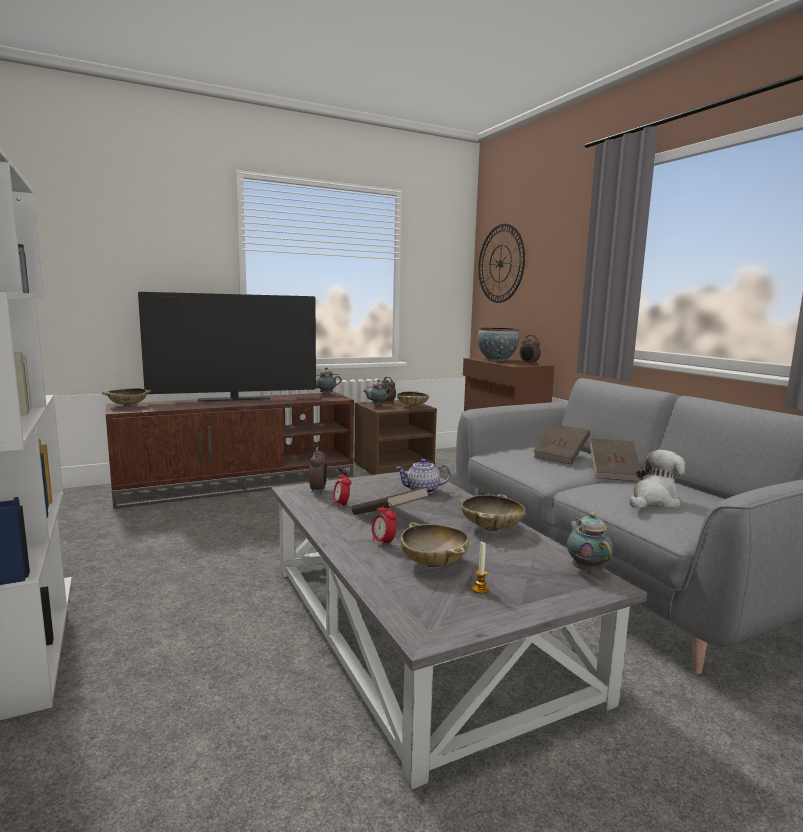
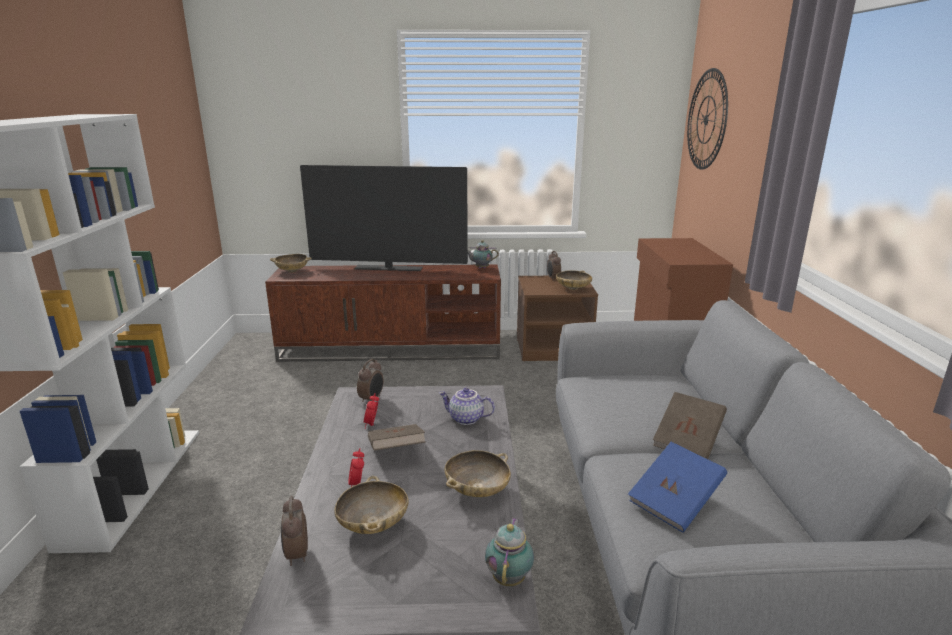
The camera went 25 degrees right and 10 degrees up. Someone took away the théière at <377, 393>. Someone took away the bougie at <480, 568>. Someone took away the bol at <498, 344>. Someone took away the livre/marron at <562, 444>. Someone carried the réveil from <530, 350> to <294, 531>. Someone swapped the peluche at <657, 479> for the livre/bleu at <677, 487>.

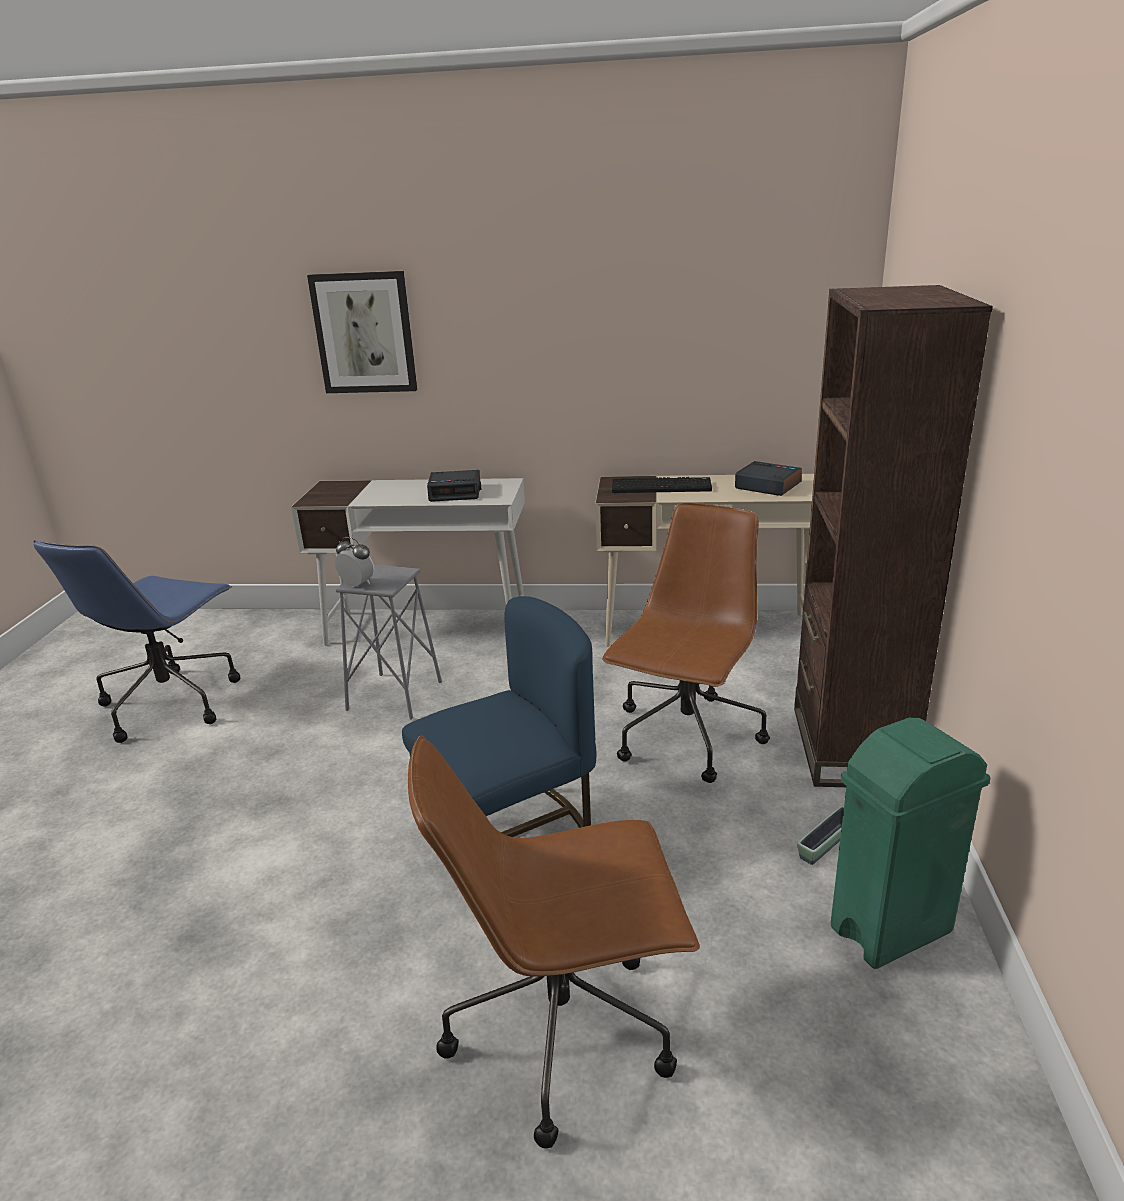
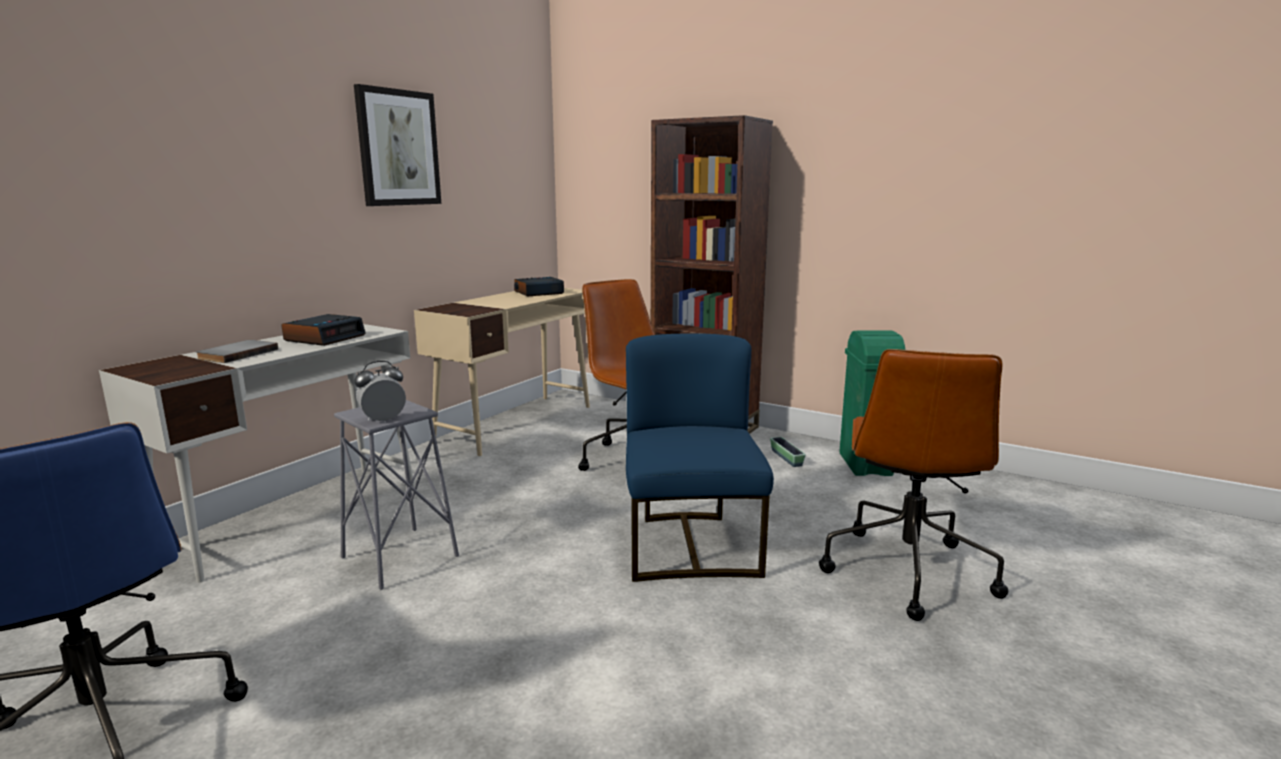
The camera went 65 degrees left and 10 degrees down. Someone took away the clavier at <662, 485>. Someone put down the livre/gris at <237, 351>. Someone carried the tableau from <362, 332> to <397, 145>.

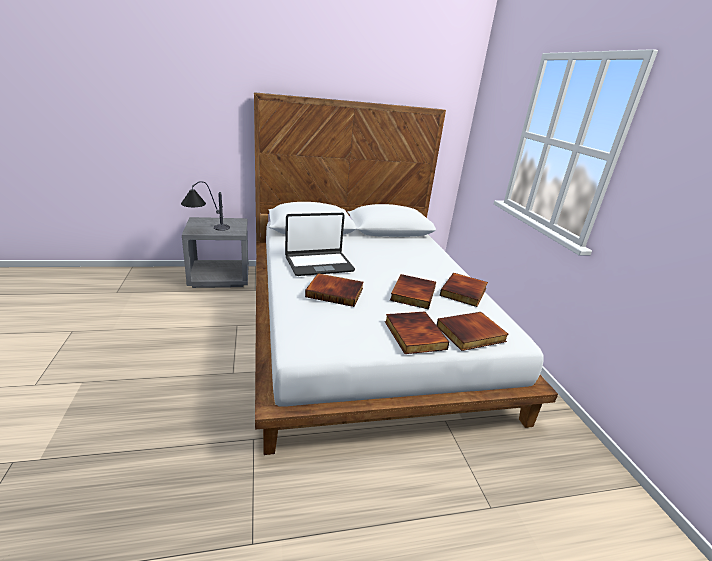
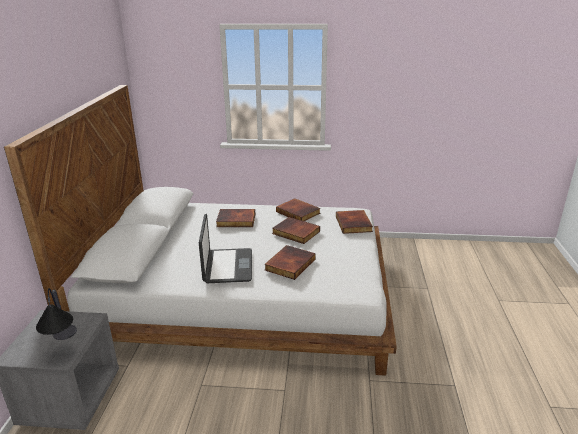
The camera went 70 degrees left and 0 degrees up. Someone carried the livre from <417, 333> to <235, 218>.

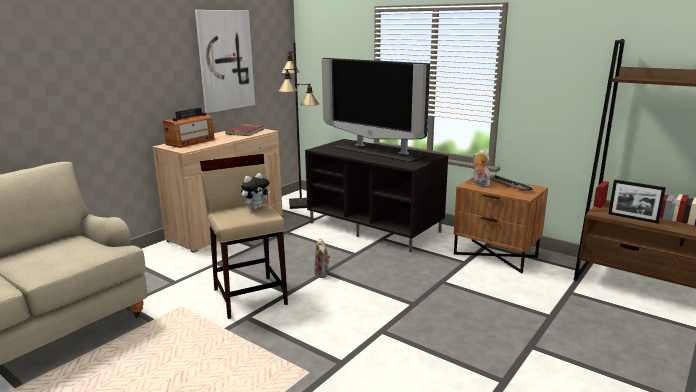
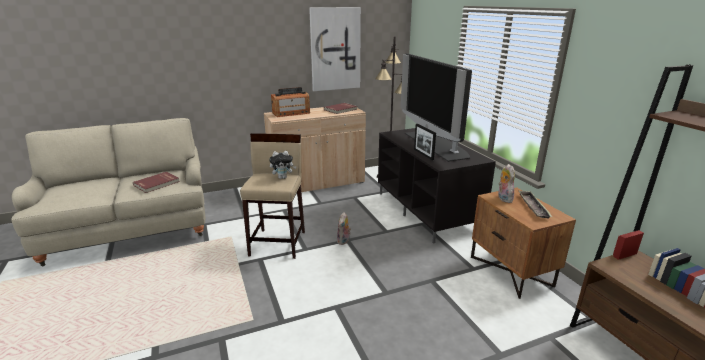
The camera went 30 degrees right and 5 degrees up. Someone put down the livre/rouge at <156, 182>. Someone carried the cadre photo from <637, 201> to <425, 142>.

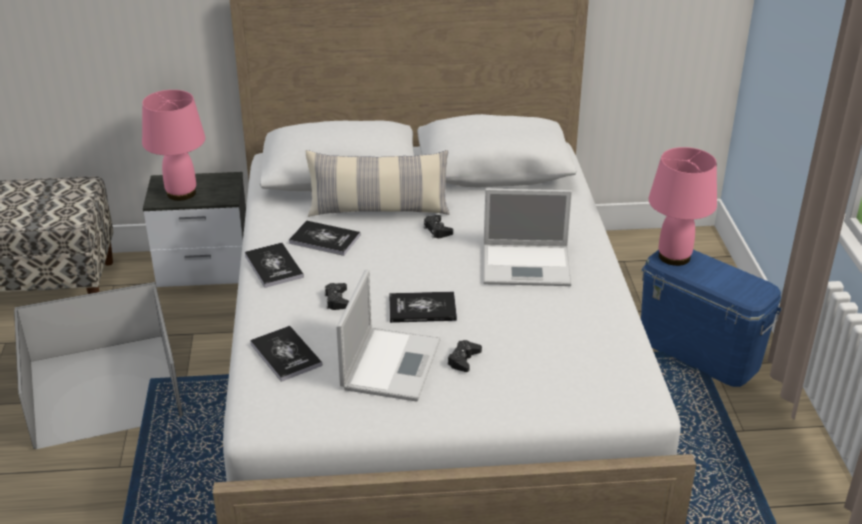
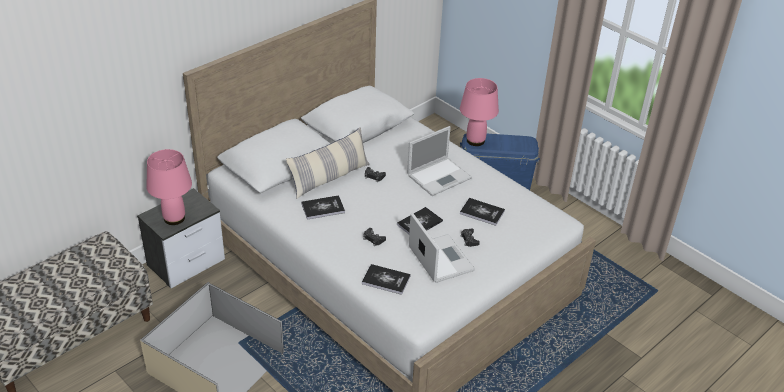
The camera went 40 degrees left and 5 degrees up. Someone carried the livre from <274, 265> to <482, 212>.

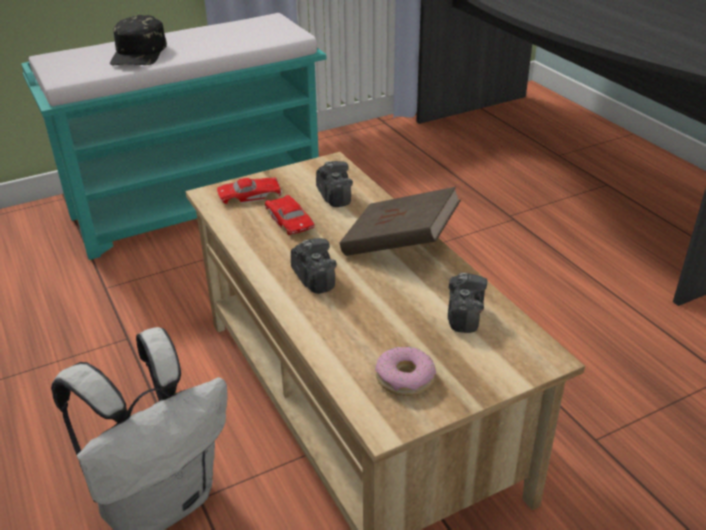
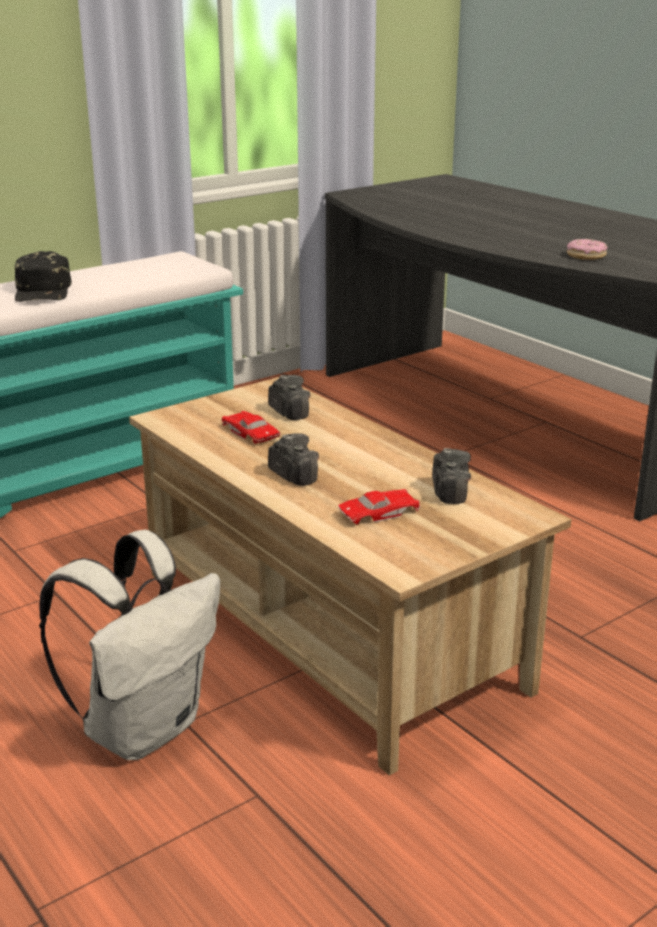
The camera went 10 degrees left and 10 degrees down. Someone took away the livre/marron at <400, 221>. Someone carried the petite voiture/rouge from <249, 191> to <379, 506>. Someone carried the beignet from <405, 371> to <587, 249>.

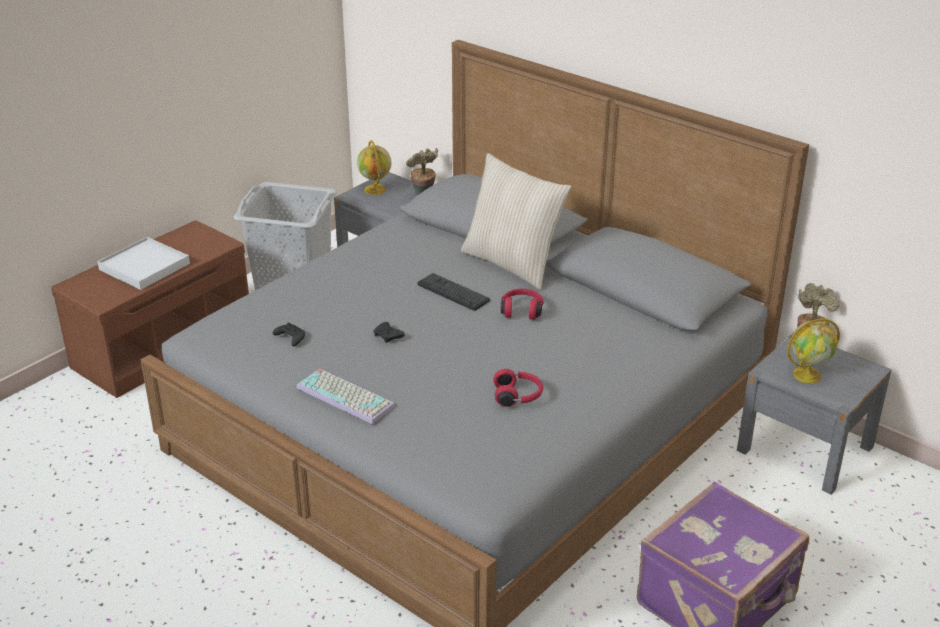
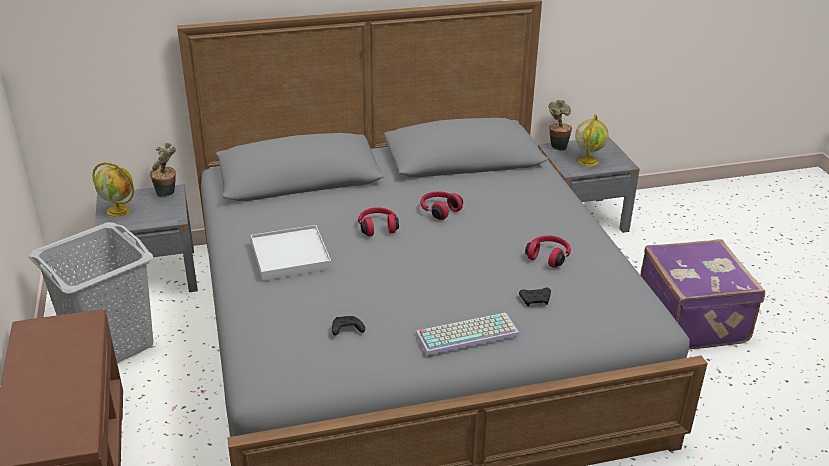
The camera went 55 degrees left and 0 degrees up. Someone took away the coussin/beige at <516, 221>. Someone carried the plateau/blanc from <143, 263> to <291, 253>. Someone carried the manette/noir from <389, 332> to <535, 297>. Someone swapped the clavier at <453, 292> for the casque audio/rouge at <378, 221>.

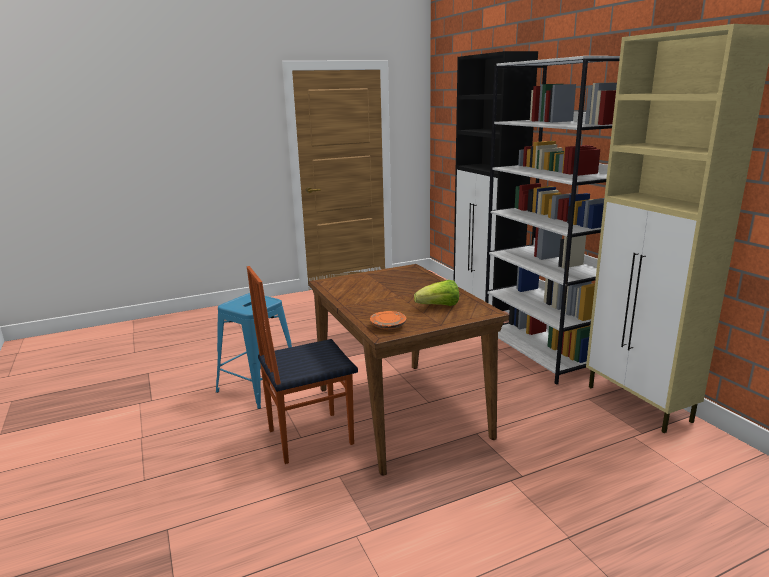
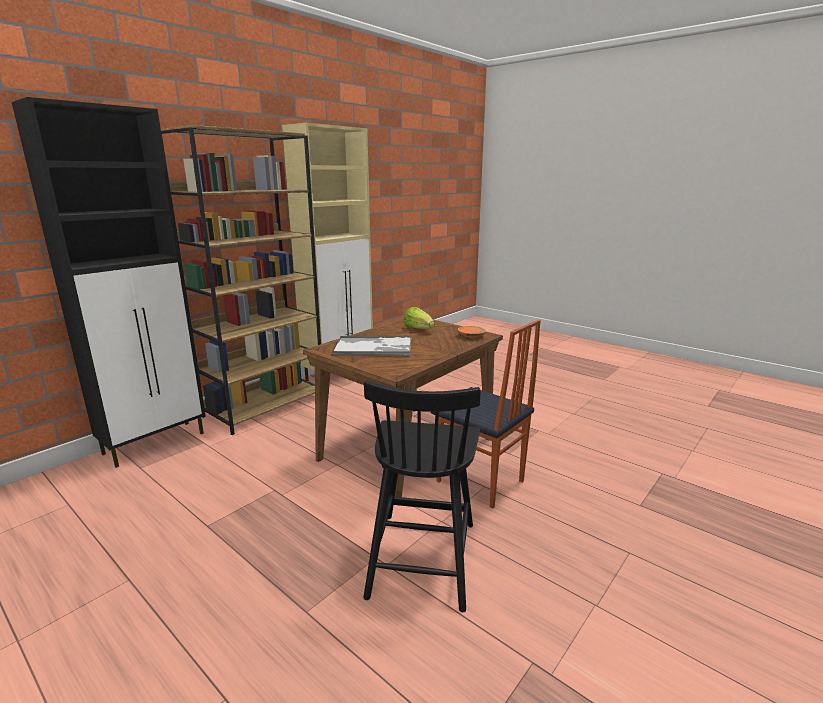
The camera went 115 degrees left and 0 degrees up. Someone put down the plateau at <372, 346>. Someone swapped the tabouret/bleu at <254, 351> for the chaise/noir at <422, 496>. Someone repainted the bibliothèque/blanc at <552, 220>, which became the bibliothèque/marron at <241, 280>.

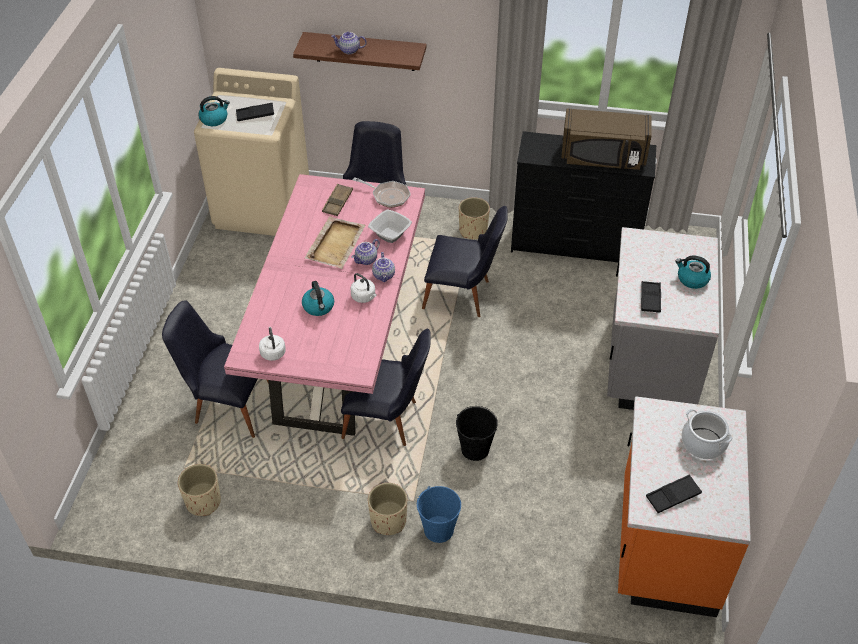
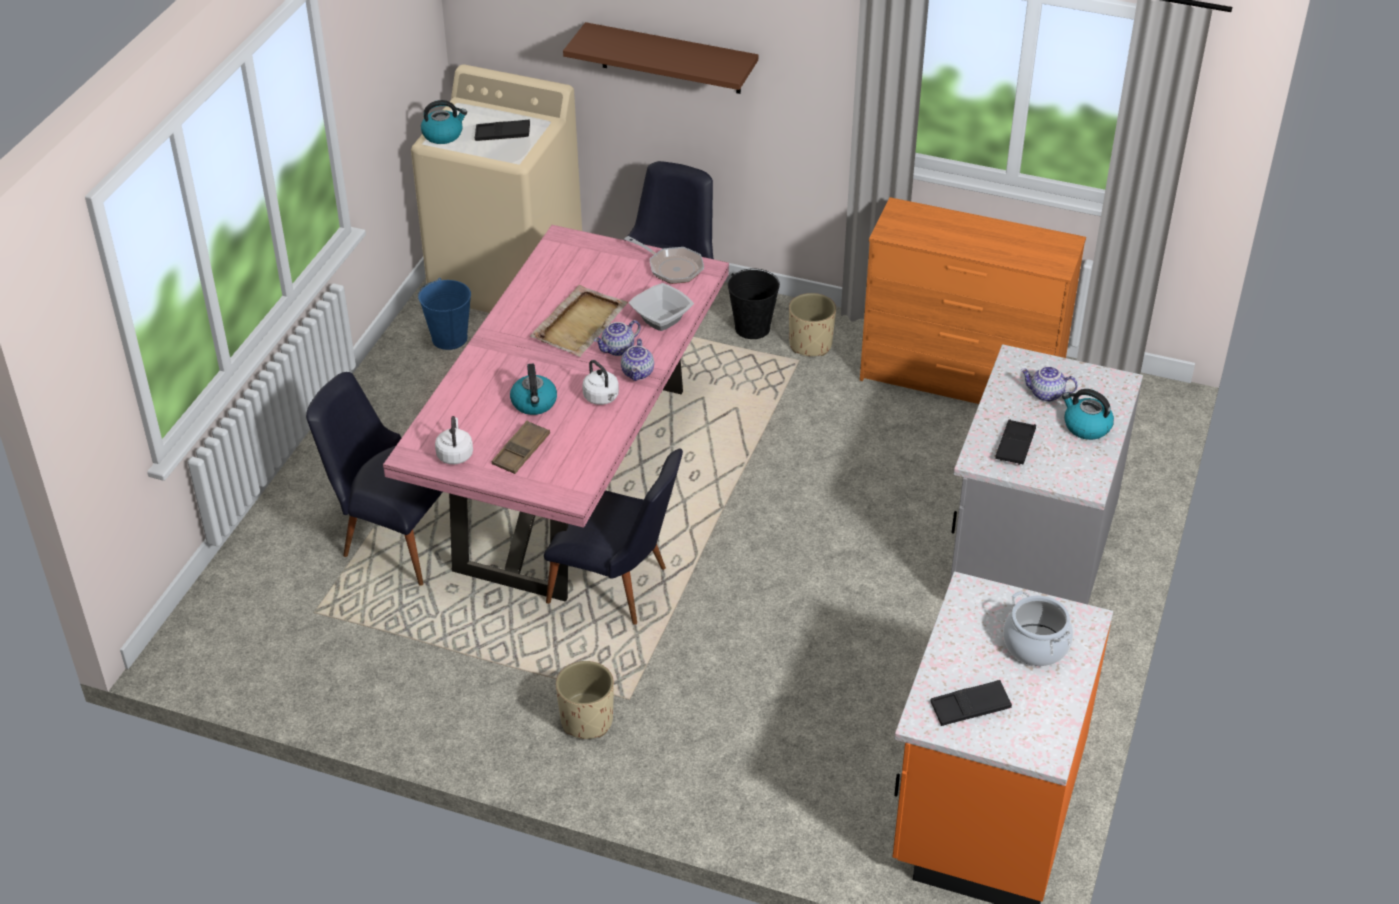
The camera went 10 degrees right and 5 degrees down. Someone took away the cache-pot/beige at <199, 490>. Someone took away the chaise/noir at <465, 261>. Someone took away the micro-ondes/marron at <606, 139>. Someone carried the plateau/marron from <337, 200> to <521, 447>. Someone carried the théière from <349, 43> to <1049, 384>. Someone carried the seau/bleu from <439, 514> to <444, 314>. Someone carried the seau/noir from <477, 433> to <754, 303>. Someone repainted the commode/noir at <583, 197>, which became the commode/orange at <973, 300>.

